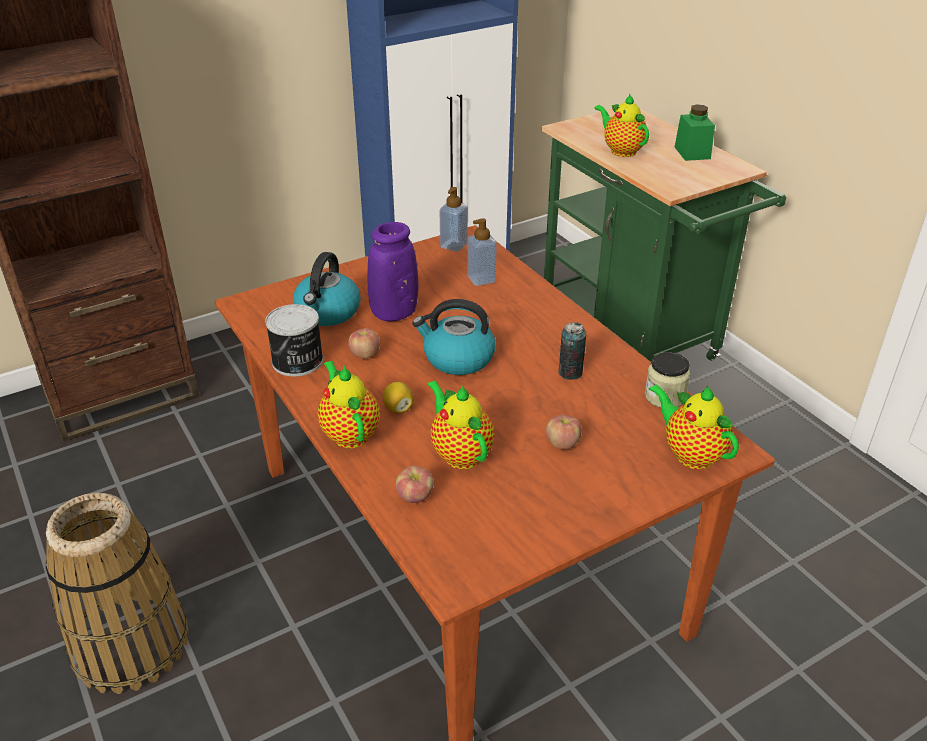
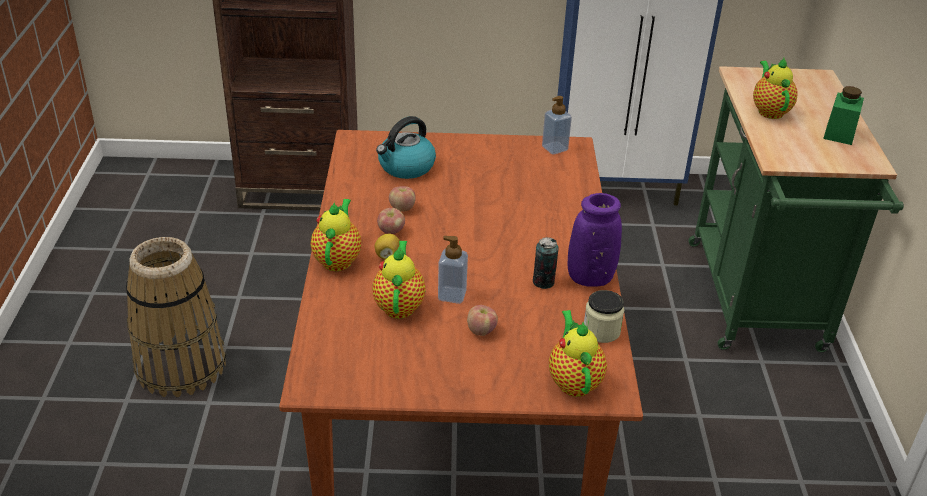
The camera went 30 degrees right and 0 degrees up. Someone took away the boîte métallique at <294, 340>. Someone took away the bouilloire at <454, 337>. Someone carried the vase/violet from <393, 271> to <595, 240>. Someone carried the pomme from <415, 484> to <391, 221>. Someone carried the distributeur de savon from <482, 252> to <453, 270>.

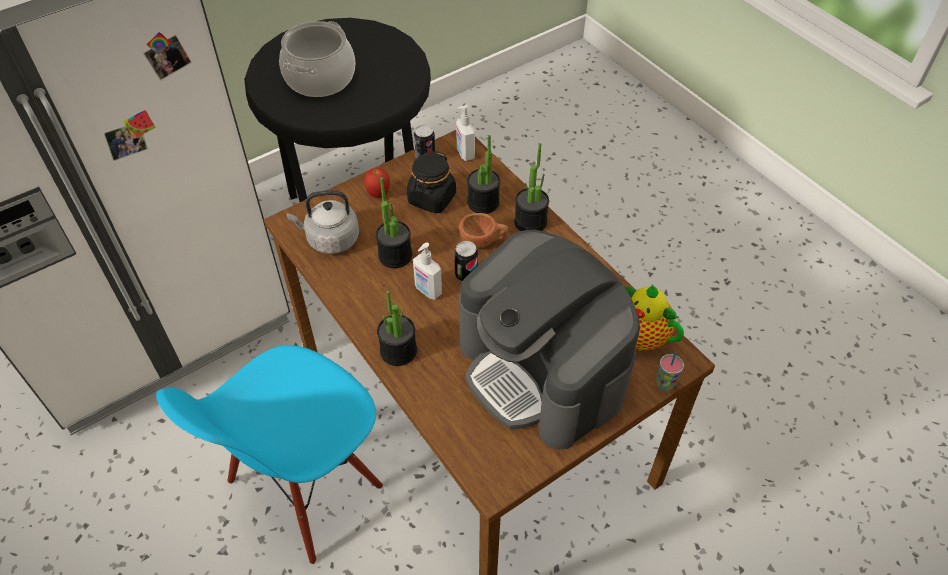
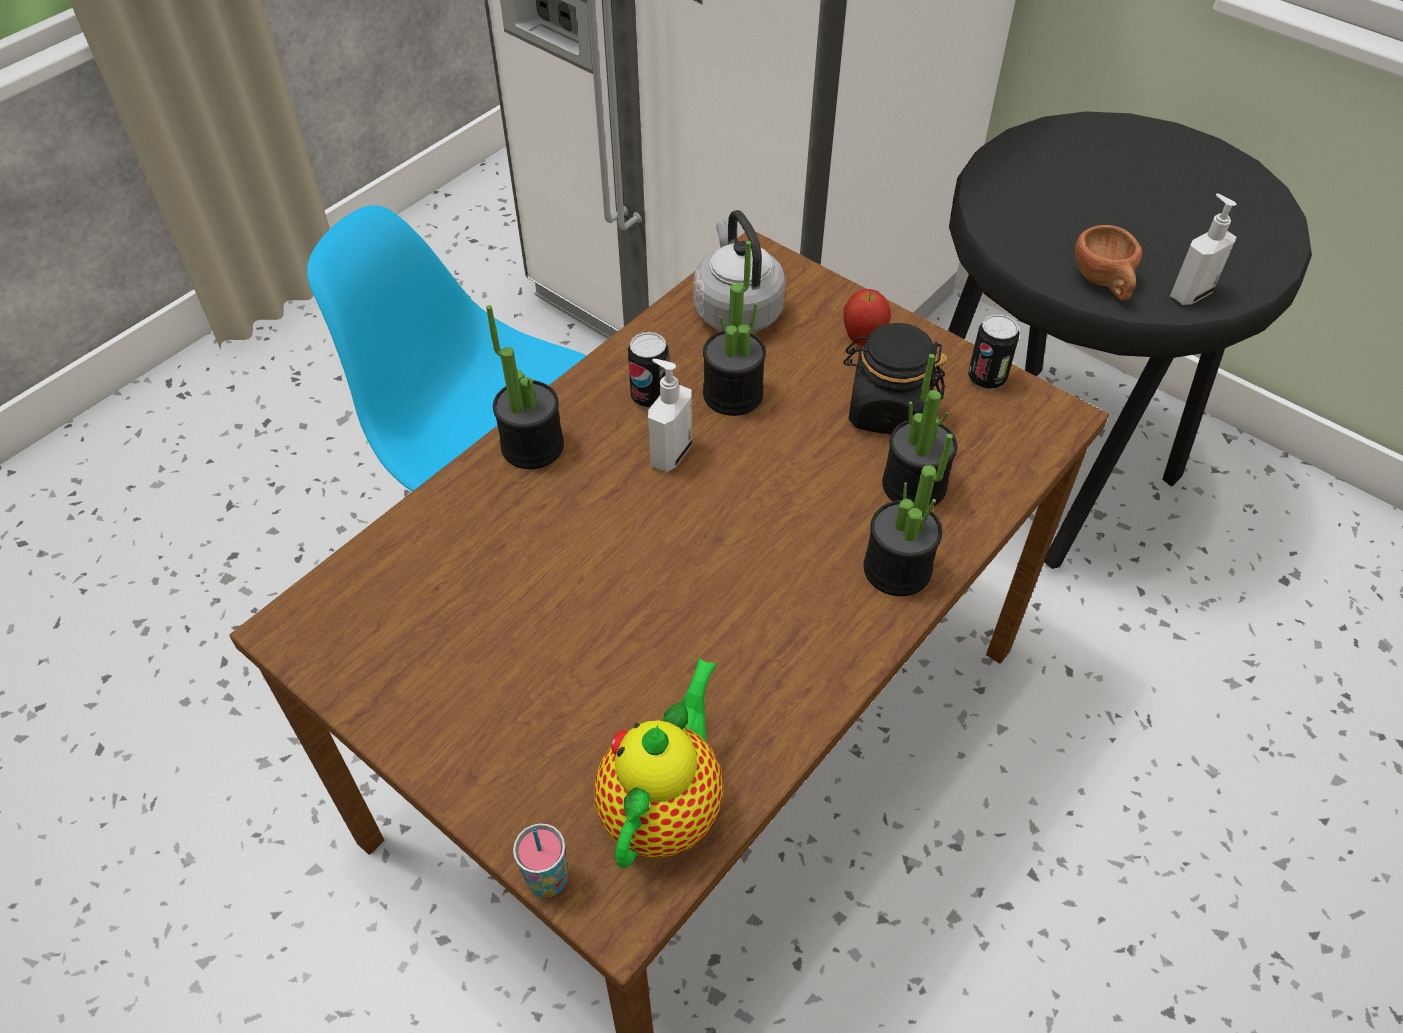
The camera went 75 degrees right and 0 degrees up. Someone took away the marmite at <317, 59>. Someone took away the machine à café at <549, 340>. Someone carried the boîte métallique from <466, 261> to <648, 370>. Someone carried the distributeur de savon from <465, 133> to <1203, 249>. Someone carried the tasse/marron from <484, 230> to <1108, 263>.

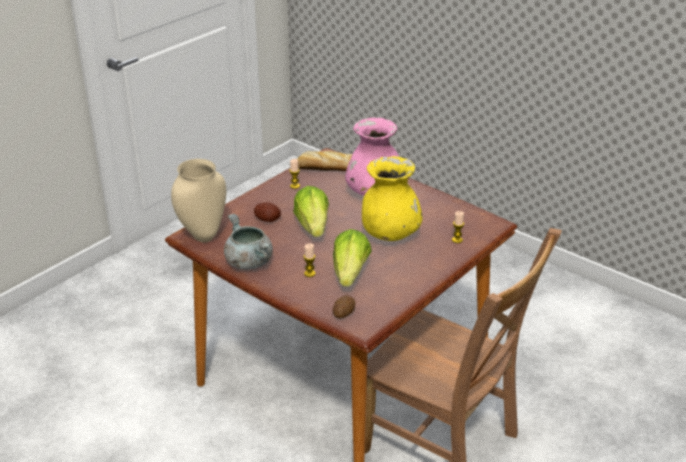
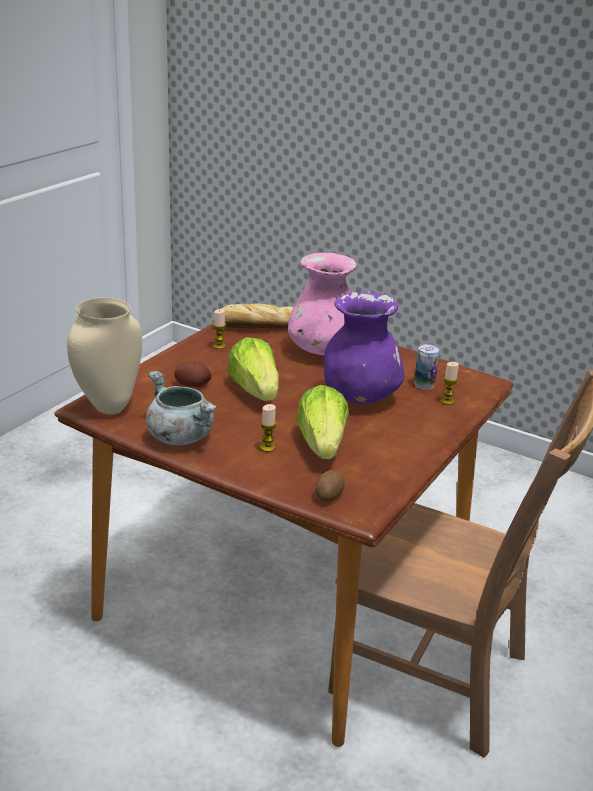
The camera went 10 degrees left and 5 degrees down. Someone put down the boîte métallique at <426, 366>. Someone repainted the vase/jaune at <392, 198>, which became the vase/violet at <364, 347>.

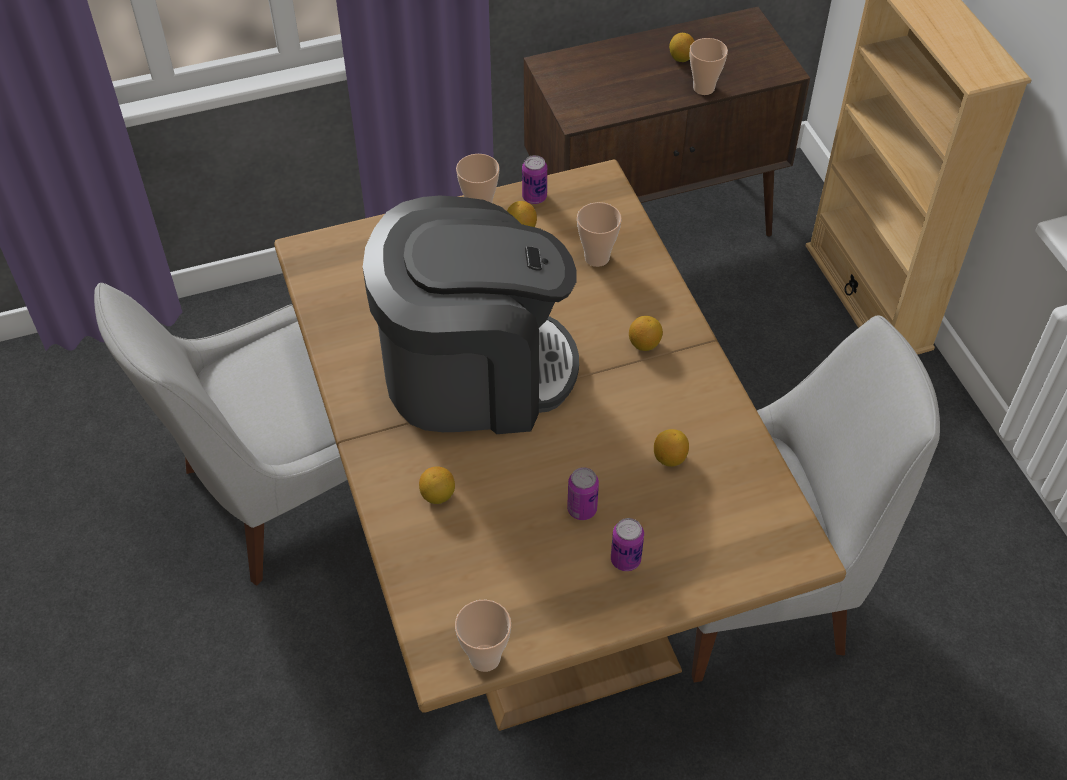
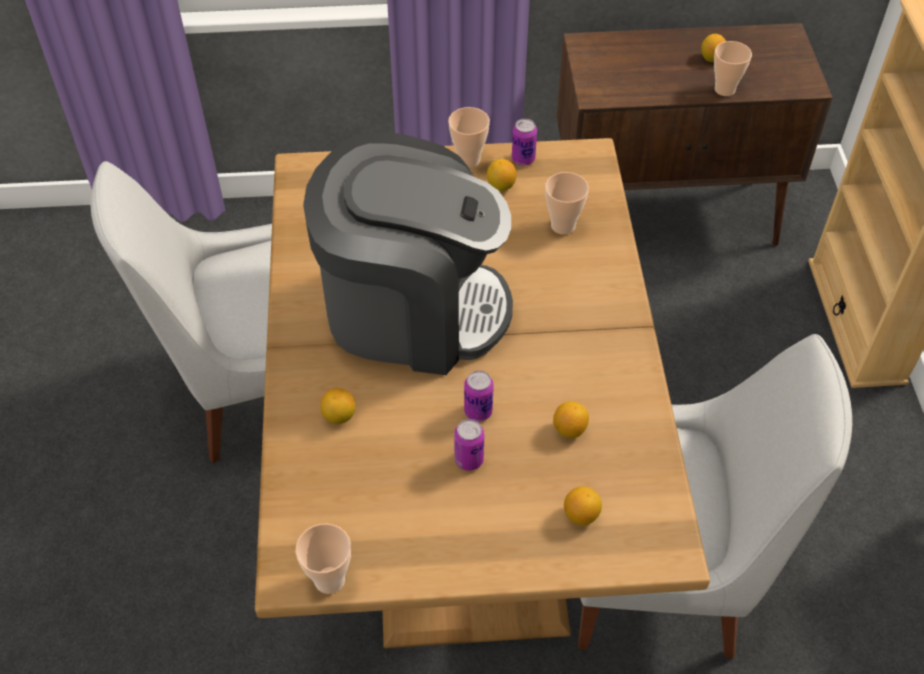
The camera went 15 degrees right and 0 degrees up. Someone carried the boîte métallique from <627, 544> to <479, 396>. Someone carried the citron from <646, 333> to <583, 506>.

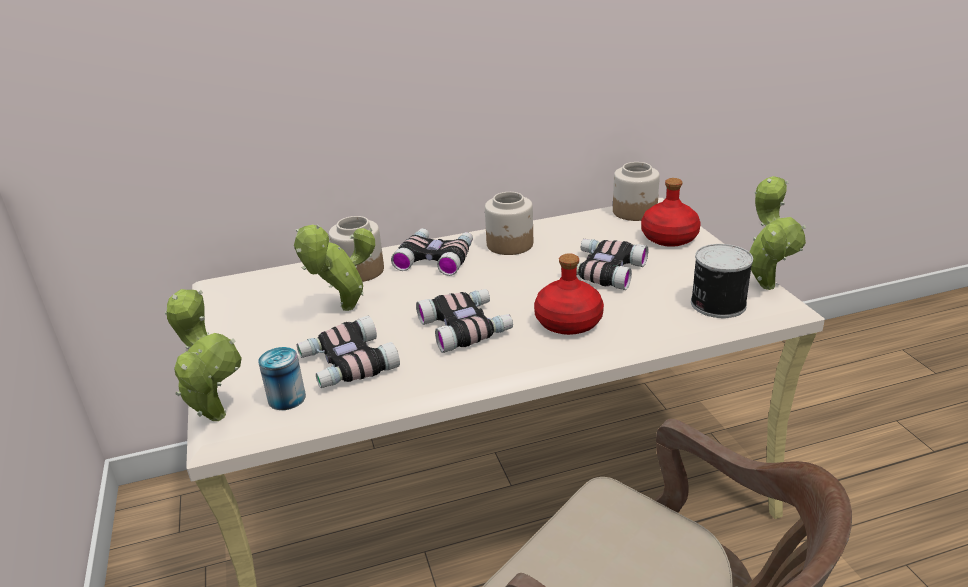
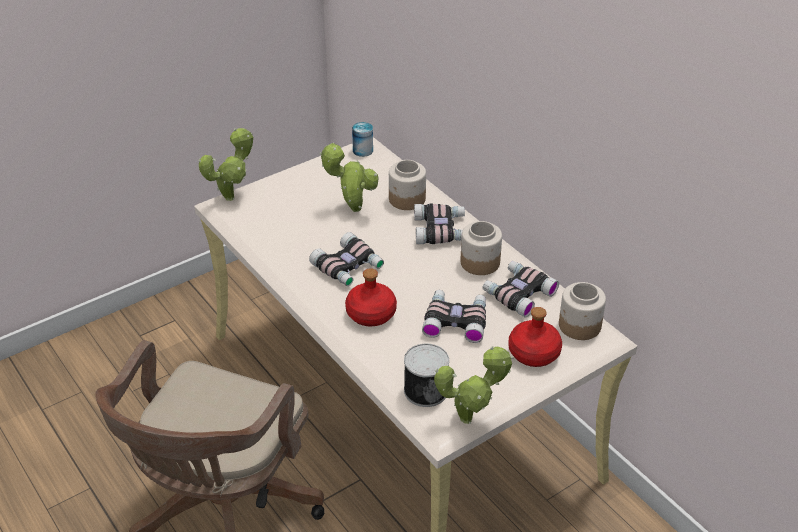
The camera went 70 degrees right and 10 degrees up. Someone carried the boîte métallique from <282, 378> to <362, 139>. Someone carried the jumelles from <348, 352> to <521, 289>.

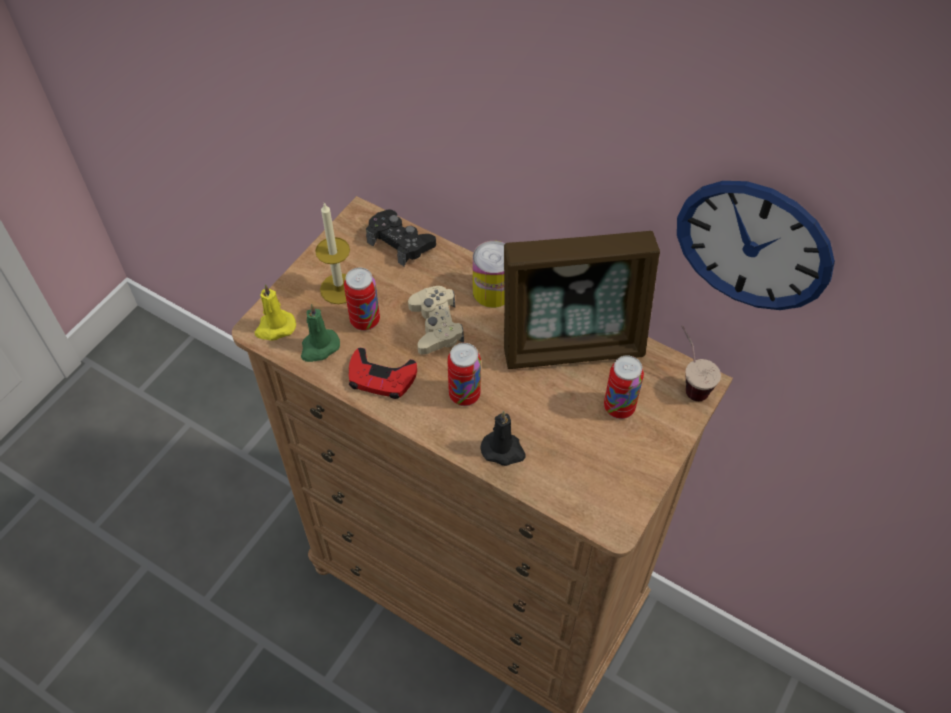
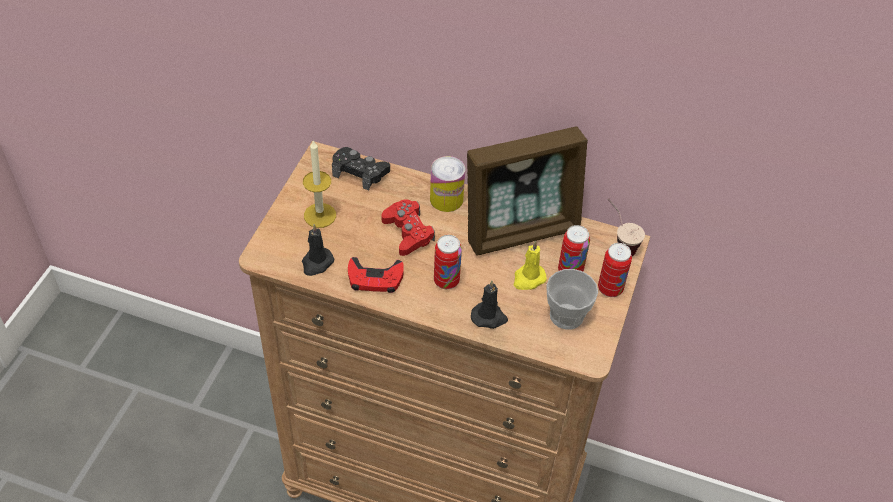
The camera went 15 degrees left and 5 degrees down. Someone took away the horloge murale at <756, 245>. Someone put down the tasse at <572, 299>. Someone carried the bougie/jaune from <275, 312> to <530, 265>. Someone carried the boîte métallique from <362, 299> to <615, 270>. Someone repainted the bougie/vert at <320, 333>, which became the bougie/noir at <318, 250>. Someone repainted the manette/beige at <436, 320>, which became the manette/rouge at <408, 227>.

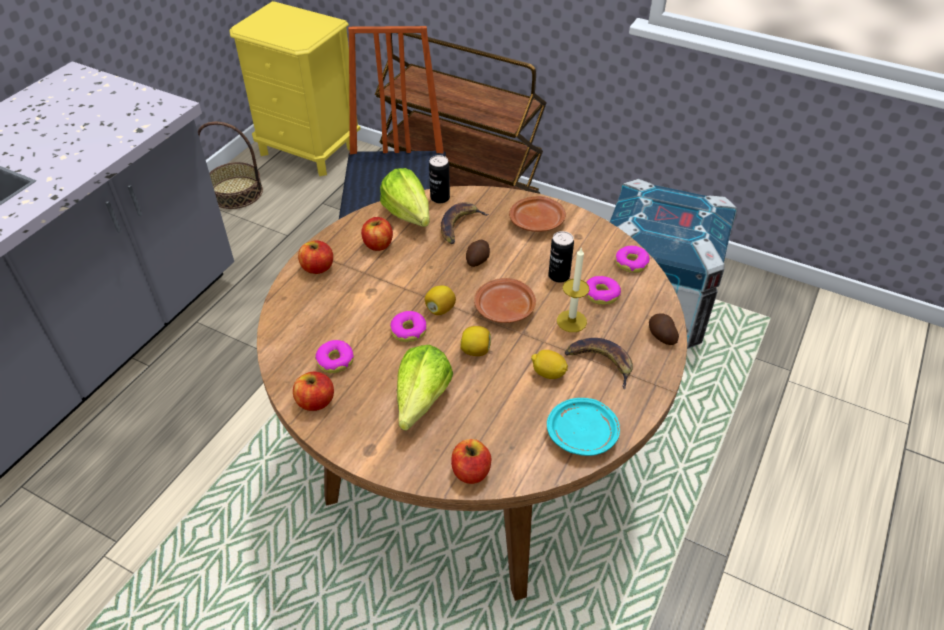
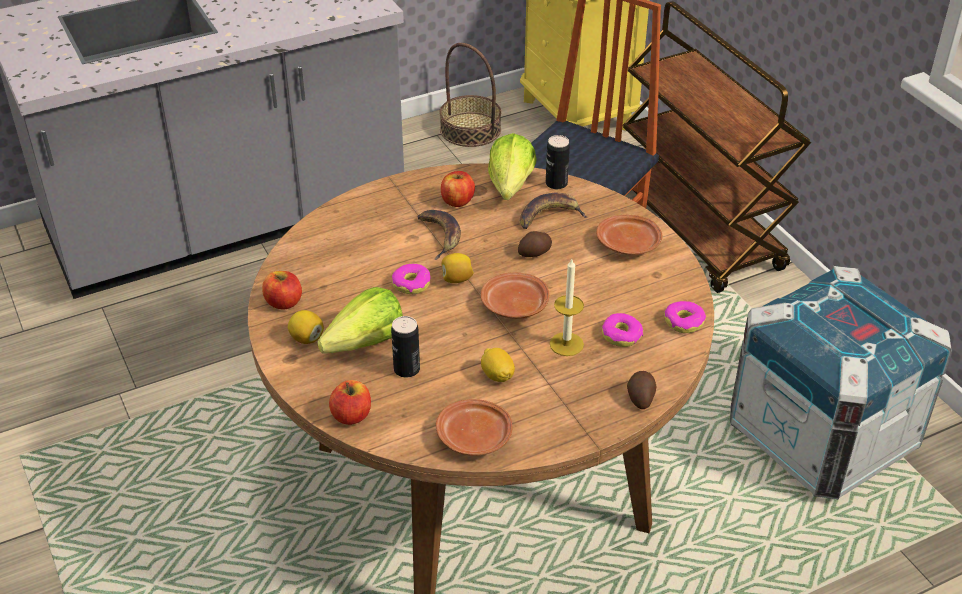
The camera went 35 degrees right and 5 degrees down. Someone took away the pomme at <315, 257>. Someone took away the beignet at <334, 356>. Someone carried the citron from <475, 341> to <306, 327>. Someone carried the boîte métallique from <561, 256> to <405, 347>. Someone carried the banane from <599, 363> to <439, 235>. Someone repainted the assiette/turquoise at <583, 427>, which became the assiette/marron at <474, 427>.

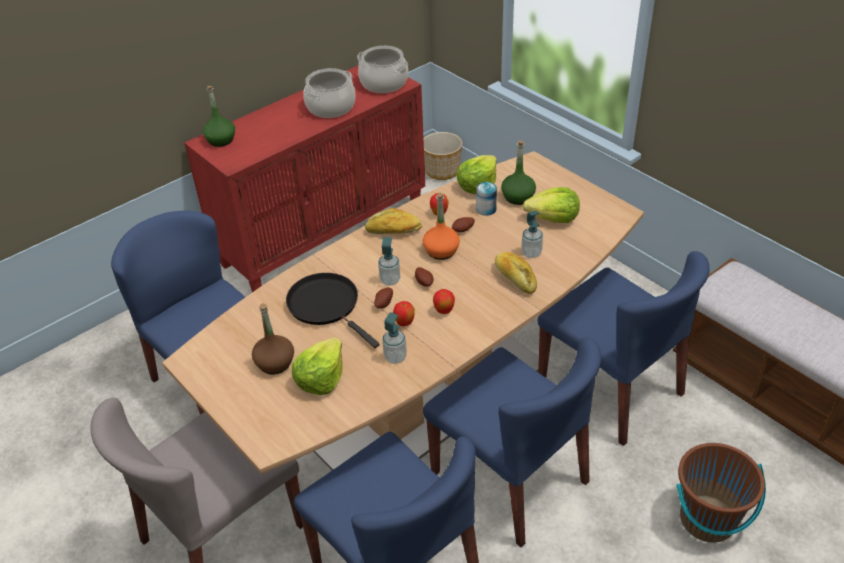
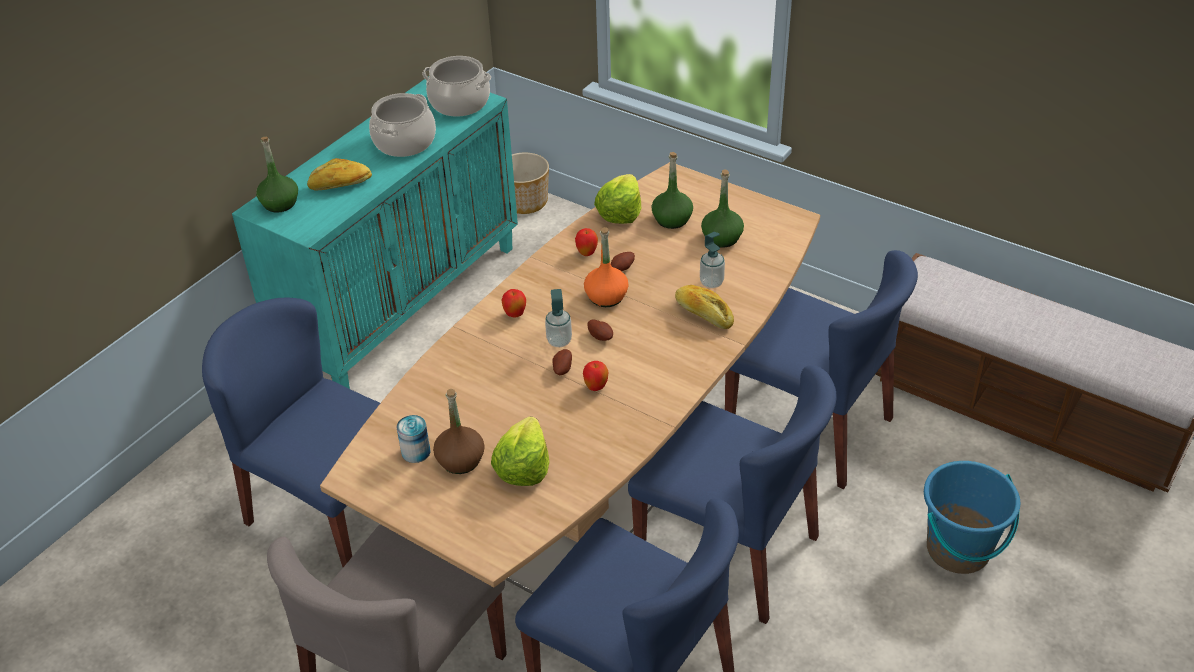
The camera went 15 degrees left and 0 degrees up. Someone took away the poêle/noir at <333, 310>. Someone took away the distributeur de savon at <394, 338>. Someone carried the pain from <393, 221> to <339, 174>. Someone carried the pomme from <444, 301> to <514, 303>. Someone carried the boîte métallique from <486, 199> to <413, 439>. Someone swapped the laitue at <551, 205> for the bouteille/vert at <722, 208>. Someone repainted the meuble de rangement/rouge at <304, 179>, which became the meuble de rangement/turquoise at <375, 232>. Someone repainted the seau/marron at <721, 493>, which became the seau/bleu at <972, 517>.

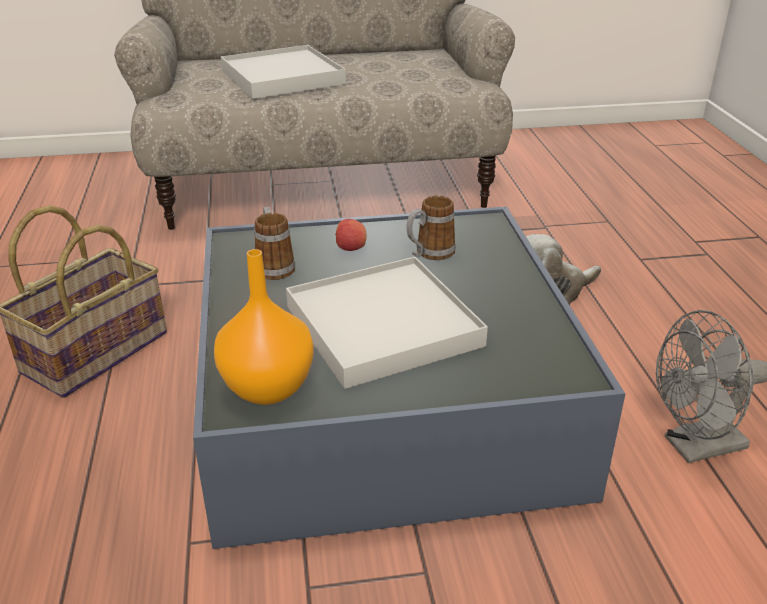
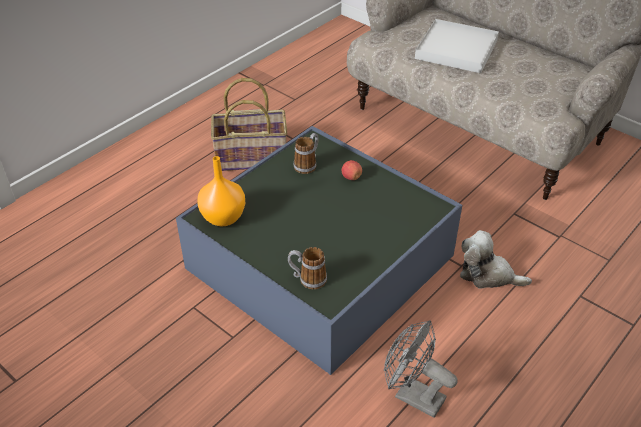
The camera went 50 degrees right and 10 degrees up. Someone took away the plateau/blanc at <387, 323>. Someone carried the mug from <431, 227> to <307, 268>.

